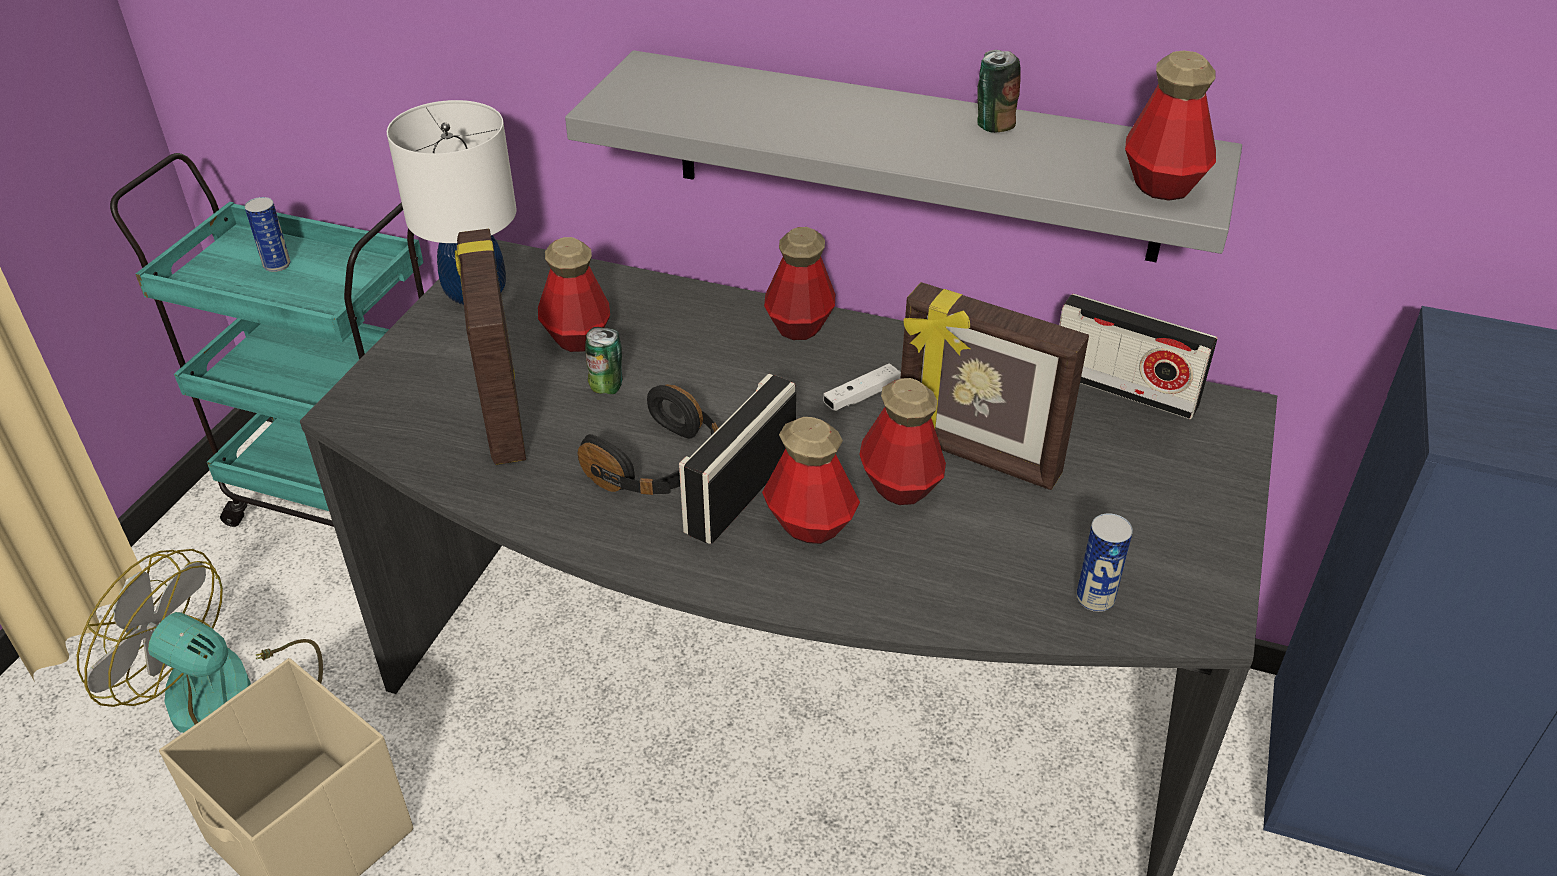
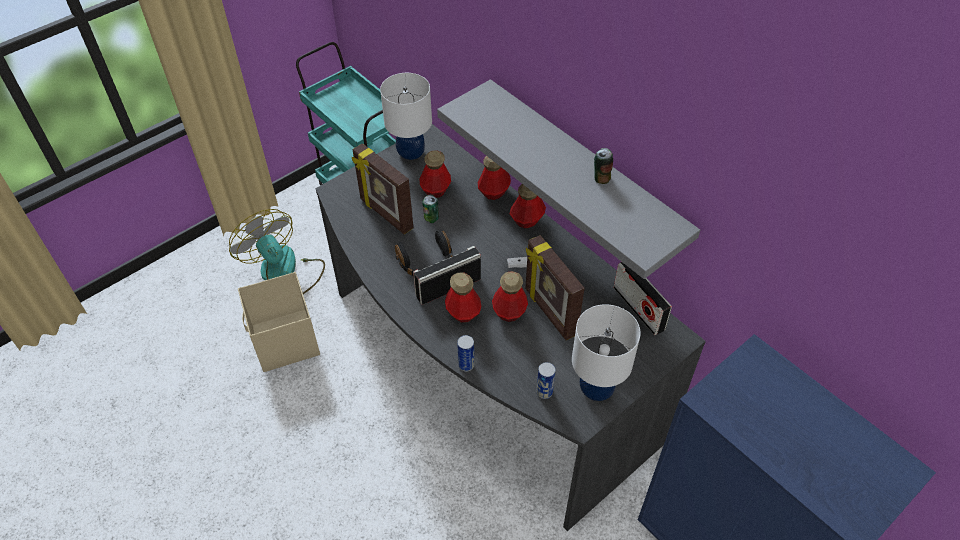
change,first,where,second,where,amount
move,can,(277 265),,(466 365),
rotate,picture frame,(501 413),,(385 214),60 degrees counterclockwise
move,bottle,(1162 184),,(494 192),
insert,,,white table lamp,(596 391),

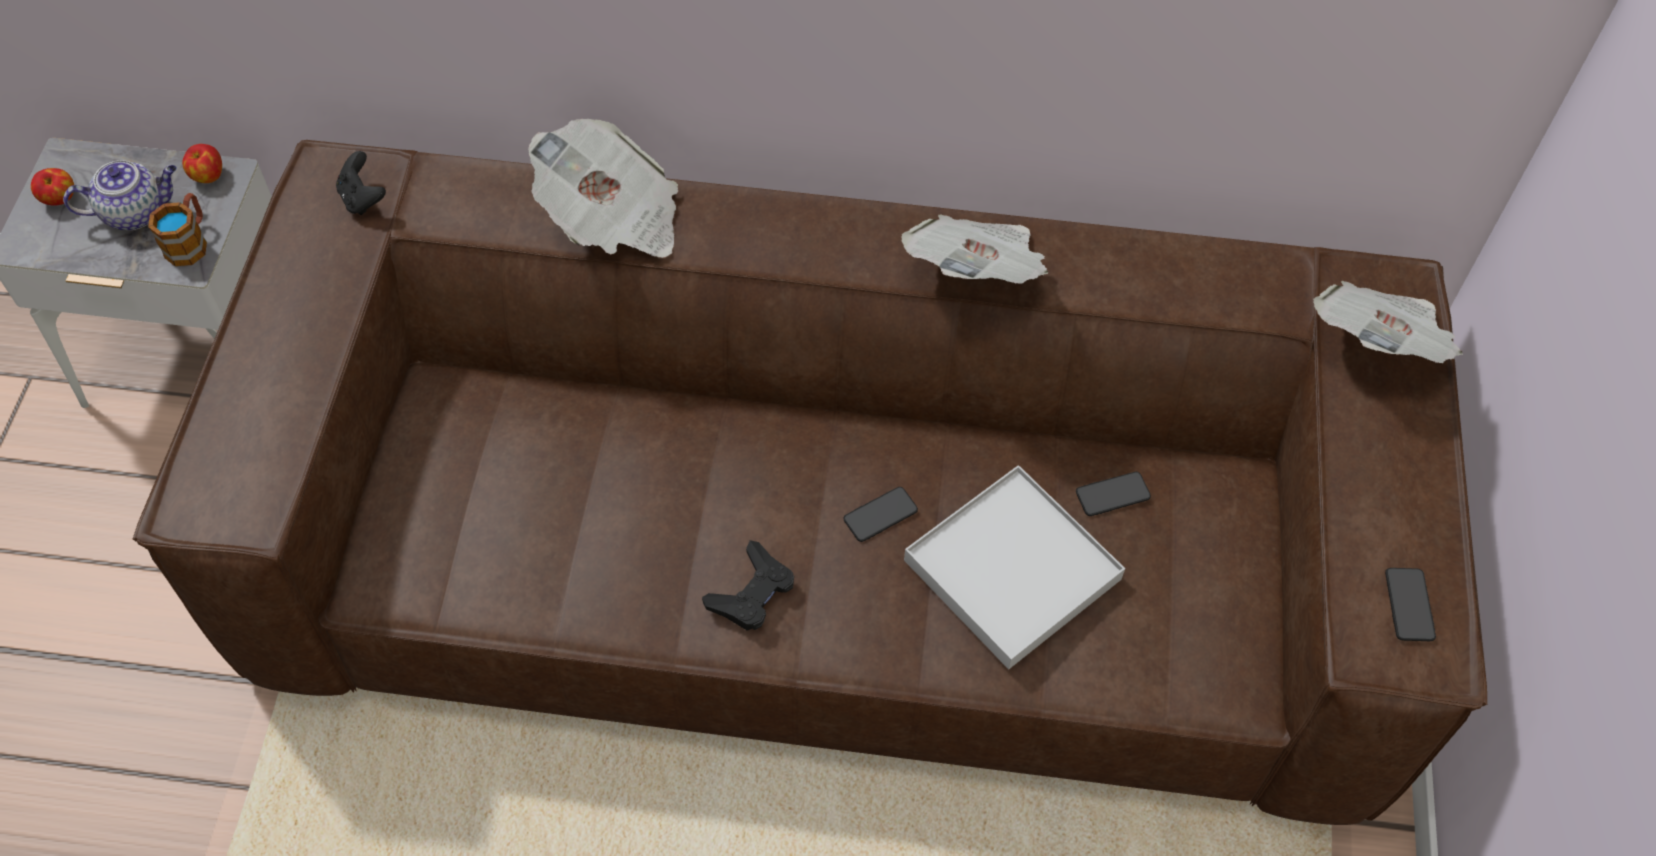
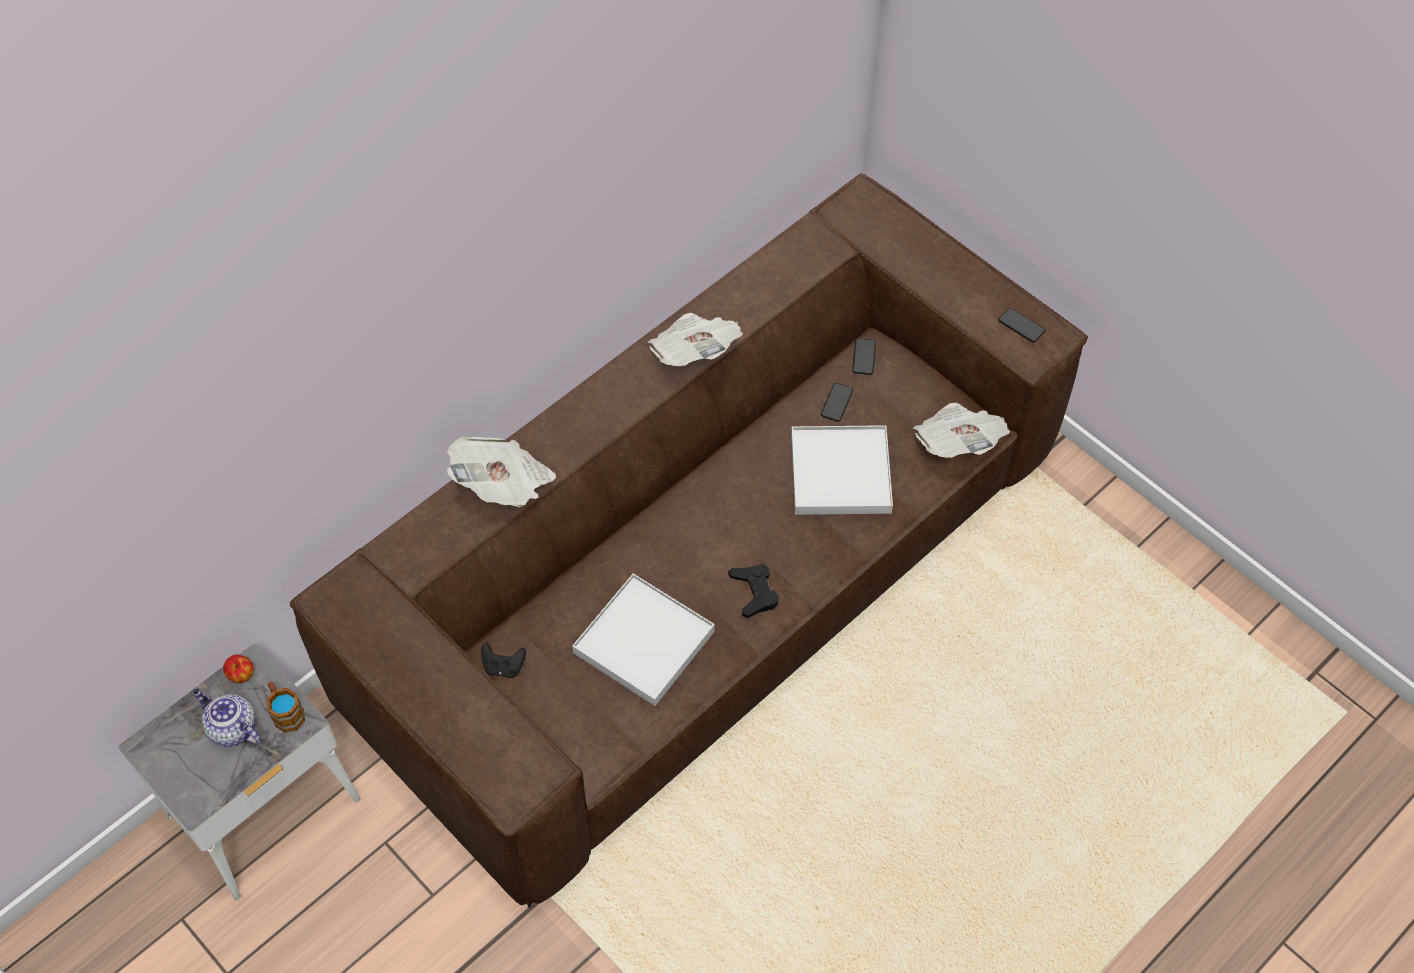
change,first,where,second,where,amount
delete,apple,(60 199),,,
rotate,teapot,(136 212),,(232 728),75 degrees counterclockwise
move,black game controller,(363 199),,(504 667),
move,phone,(880 515),,(864 357),
move,newspaper,(1378 344),,(957 443),
insert,,,white tray,(644 642),

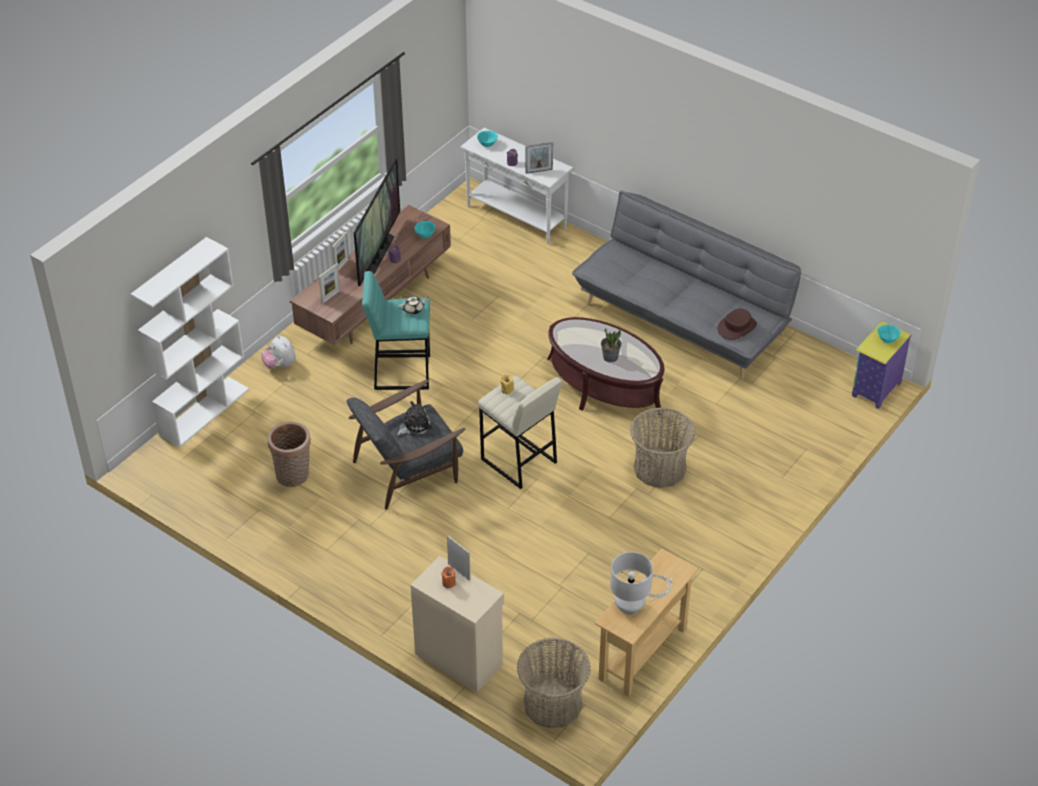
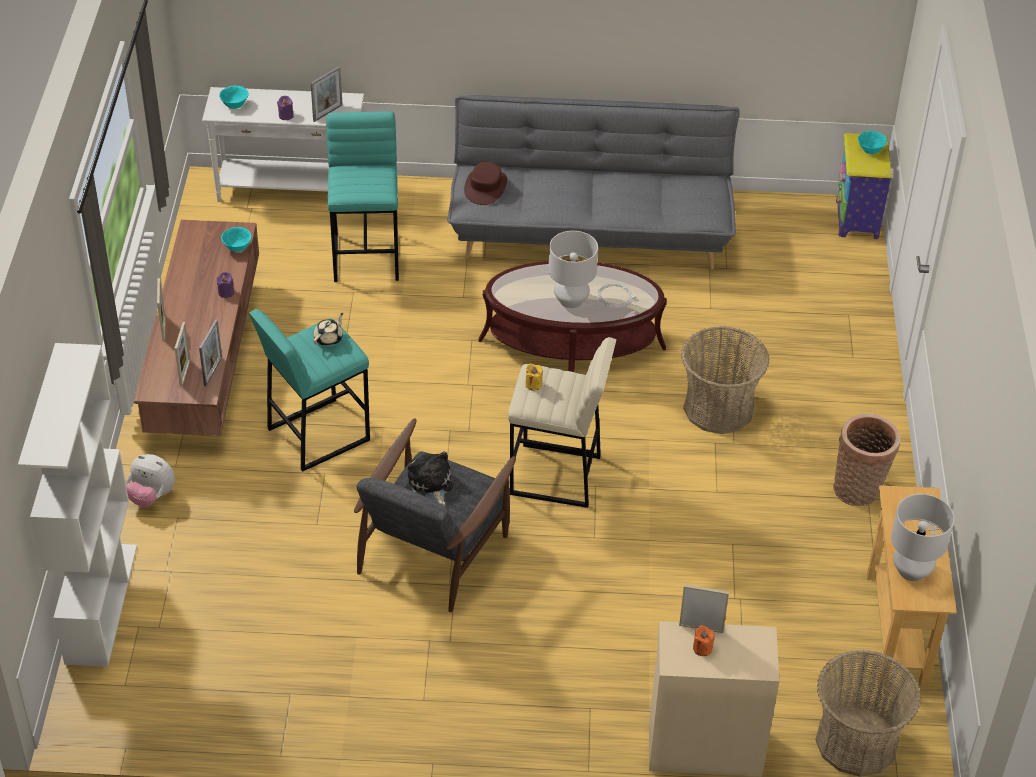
change,first,where,second,where,amount
move,basket,(293 476),,(859 490),
delete,television,(378 254),,,
rotate,plush toy,(414 425),,(431 485),45 degrees counterclockwise
replace,potted plant,(610 357),grey table lamp,(588 298),
move,brown hat,(737 327),,(485 187),
insert,,,picture frame,(213 371),
insert,,,turquoise stool,(366 256),

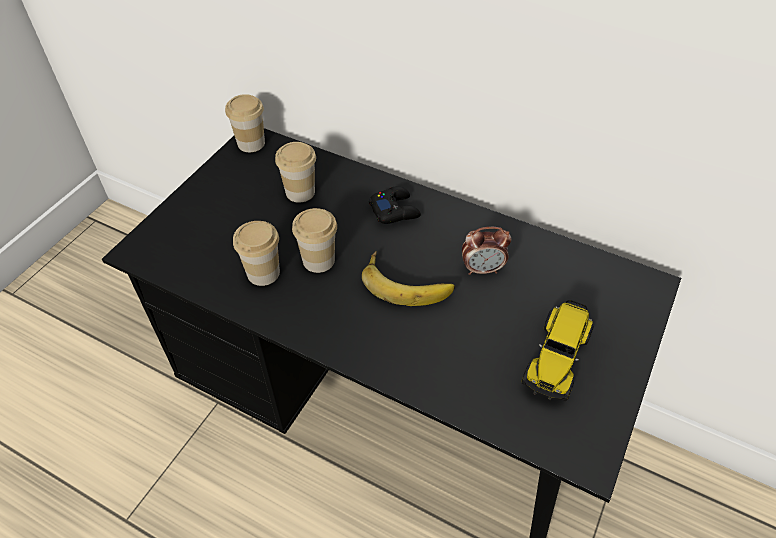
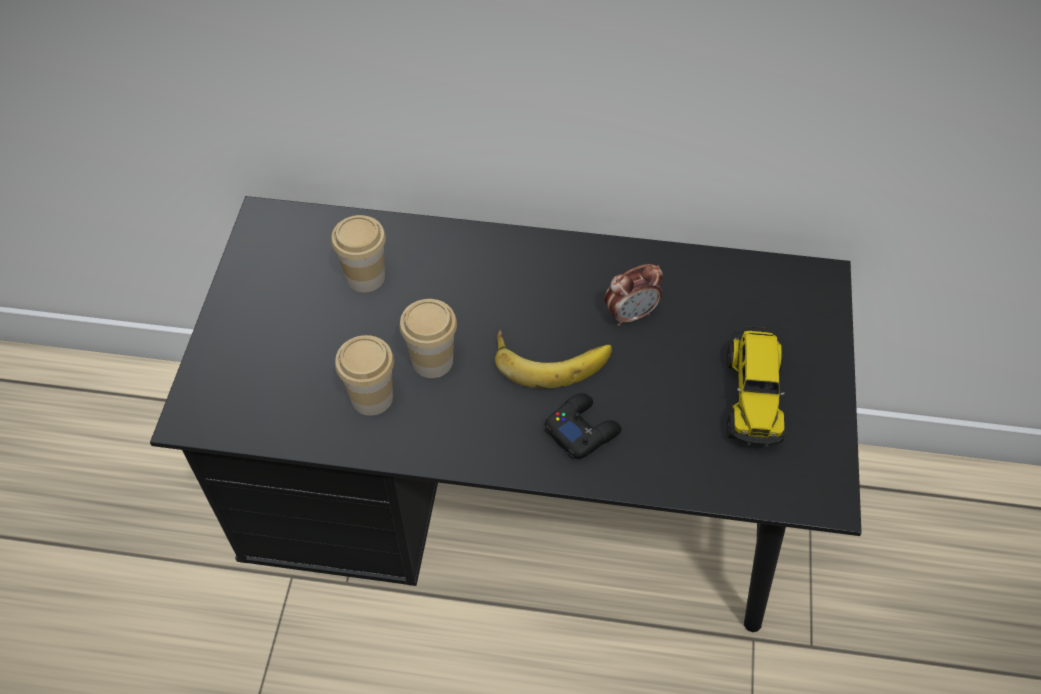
change,first,where,second,where,amount
delete,cup,(251 143),,,
move,black game controller,(395 210),,(582 430),

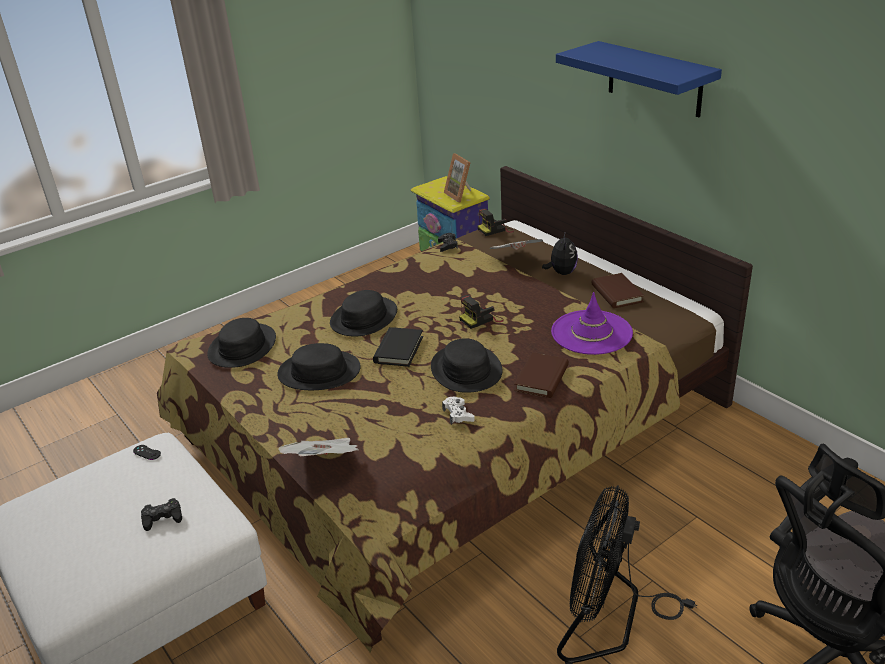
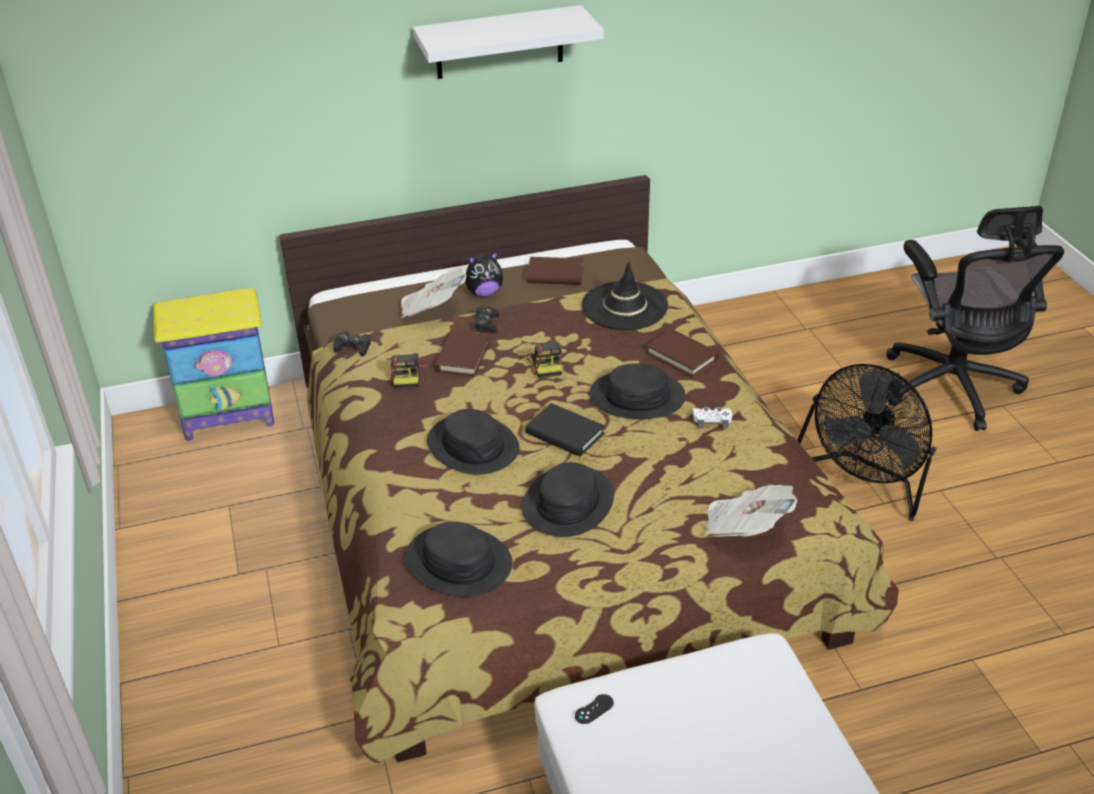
change,first,where,second,where,amount
move,black game controller,(162 518),,(486 324),
delete,picture frame,(461 195),,,
move,photo camera,(495 230),,(407 375),
rotate,plush toy,(561 273),,(484 293),135 degrees clockwise
recolor,purple hat,(591 333),black hat,(624 306),
recolor,blue shelf,(654 79),white shelf,(499 42),
insert,,,brown book,(462 356),

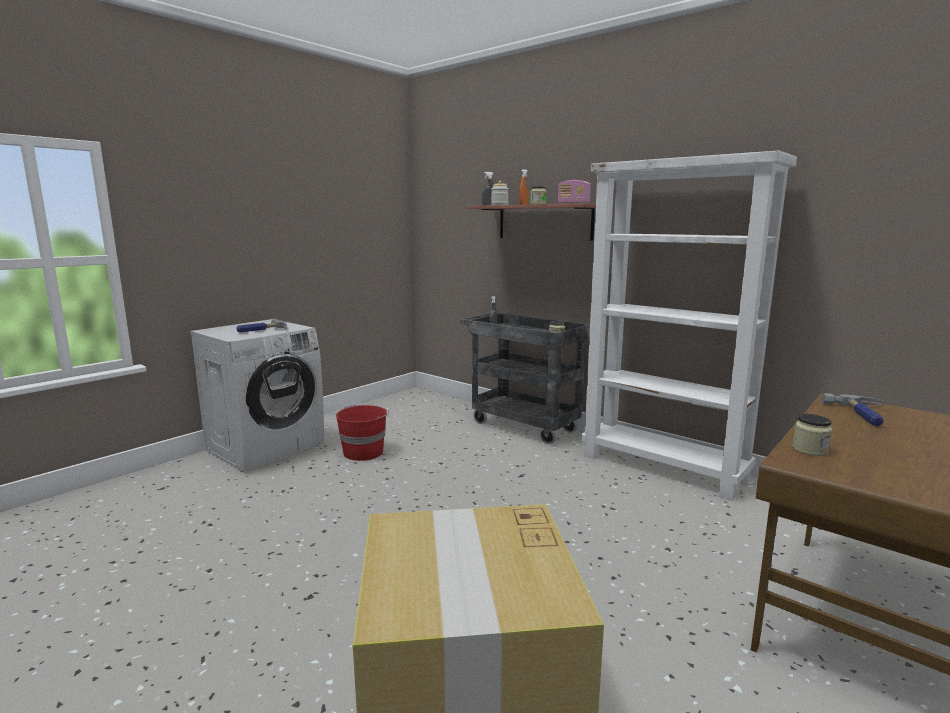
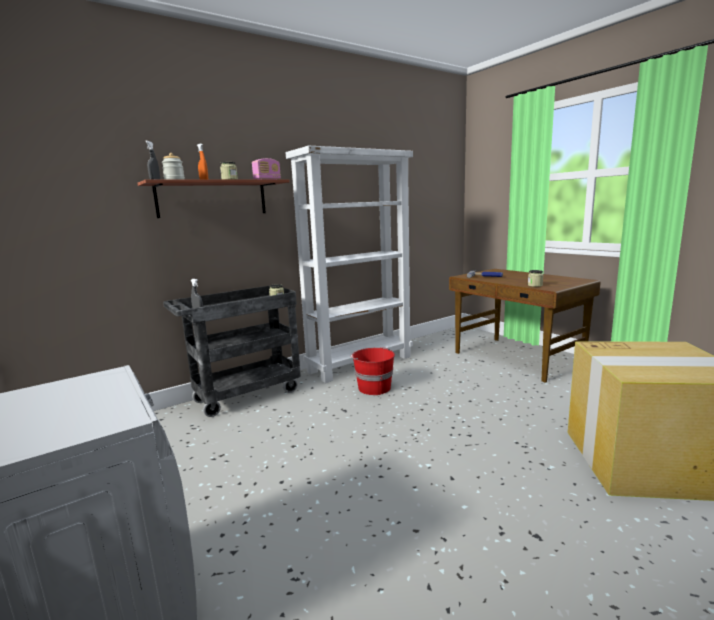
change,first,where,second,where,amount
delete,hammer,(262 330),,,
move,red bucket,(364 452),,(373 388),

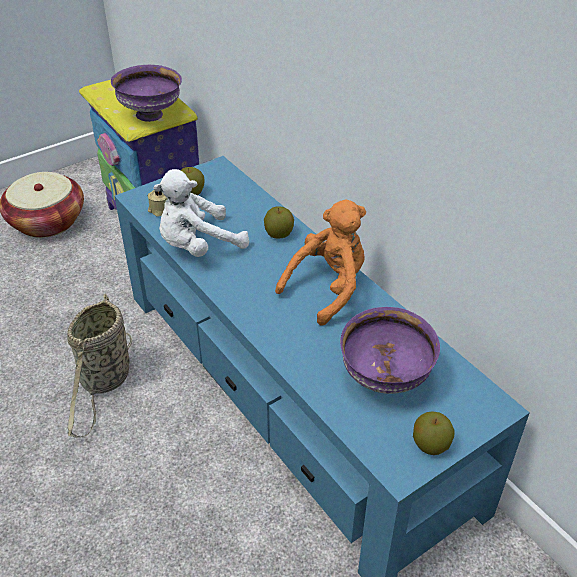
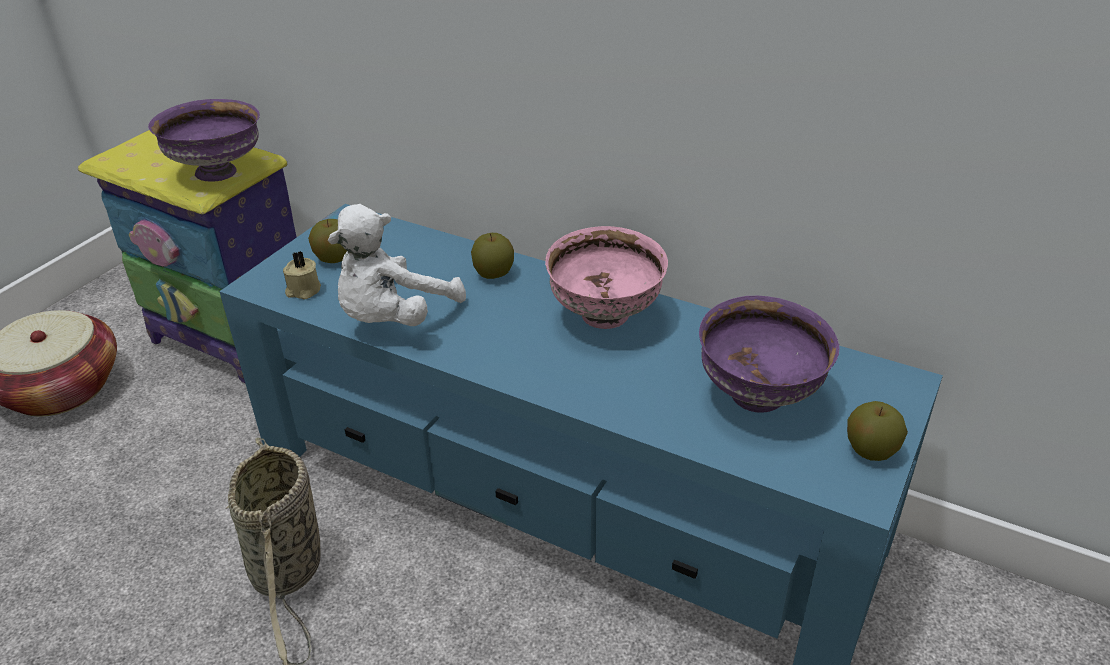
change,first,where,second,where,amount
replace,orange plush toy,(328 288),pink bowl,(606 316),

